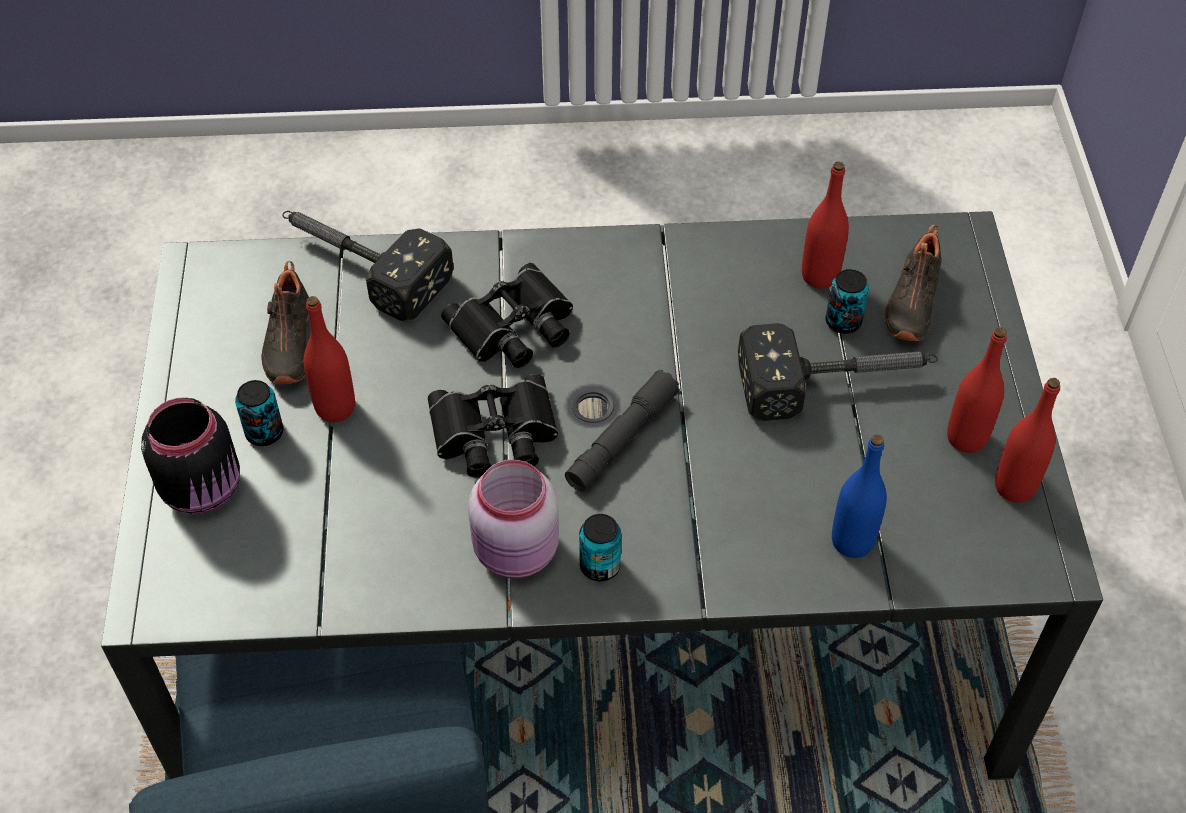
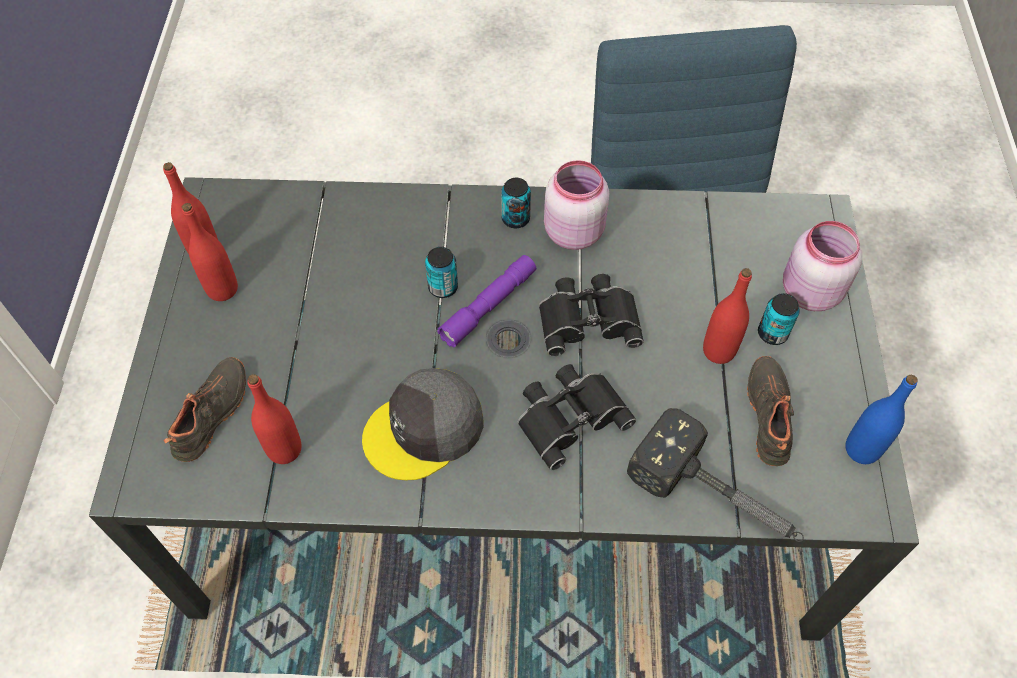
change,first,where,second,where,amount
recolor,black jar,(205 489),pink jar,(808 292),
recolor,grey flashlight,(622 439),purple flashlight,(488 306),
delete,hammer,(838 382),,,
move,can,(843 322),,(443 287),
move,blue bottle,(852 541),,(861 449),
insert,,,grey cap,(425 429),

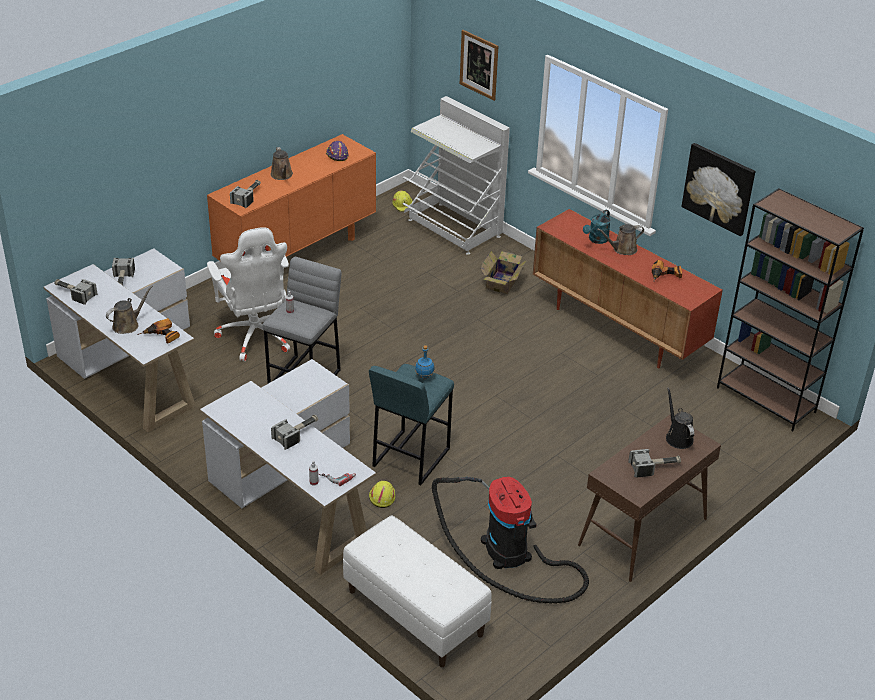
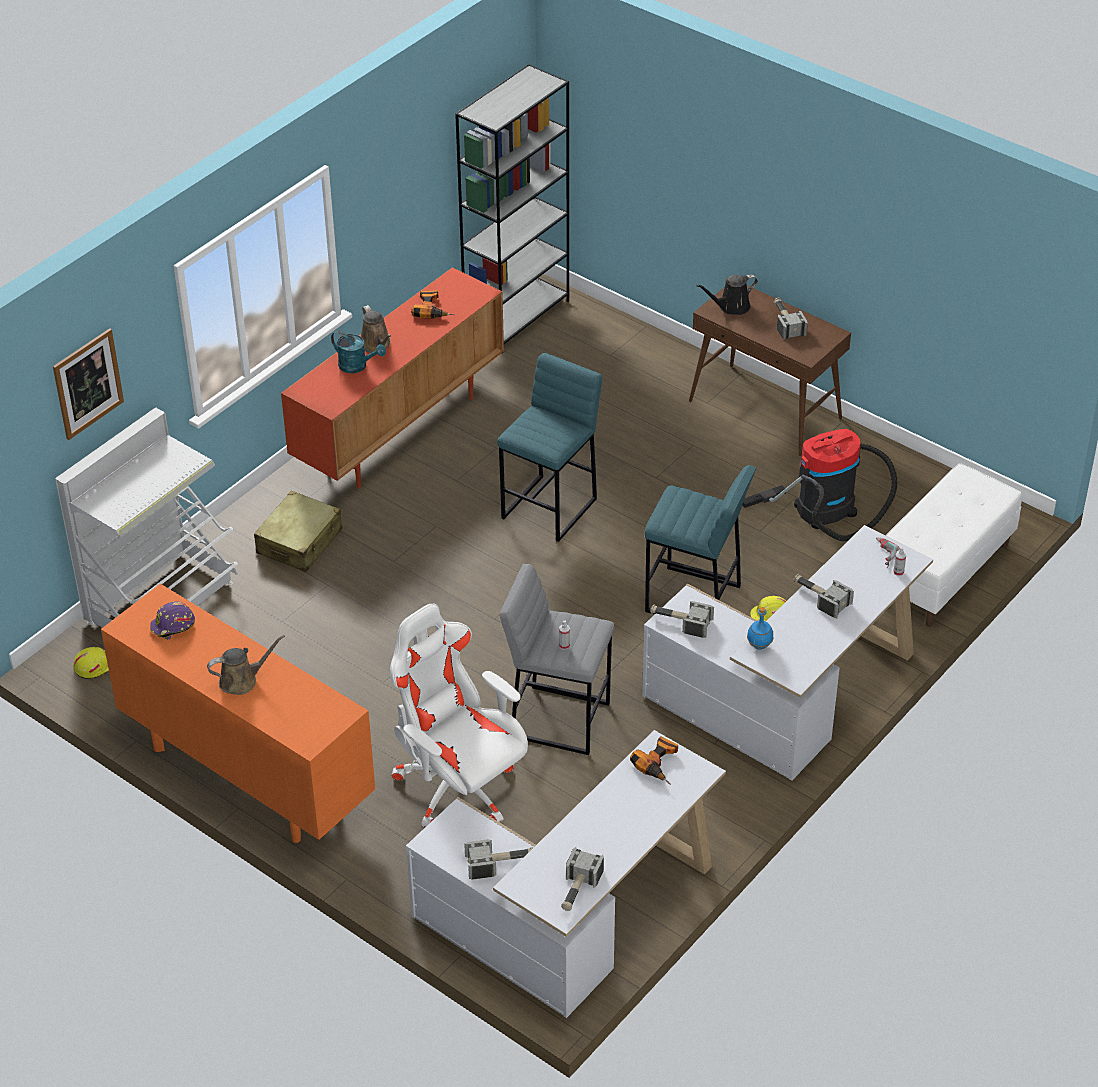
change,first,where,second,where,amount
delete,brown watering can,(128 325),,,
rotate,white office chair,(253 332),,(461 792),105 degrees counterclockwise
move,hammer,(248 196),,(680 622),
move,blue bottle,(424 377),,(759 646),
replace,cardboard box,(503 282),beige suitcase,(300 542),
delete,picture,(719 188),,,
recolor,brown bookcase,(766 400),grey bookcase,(517 317),
insert,,,turquoise stool,(550 507),

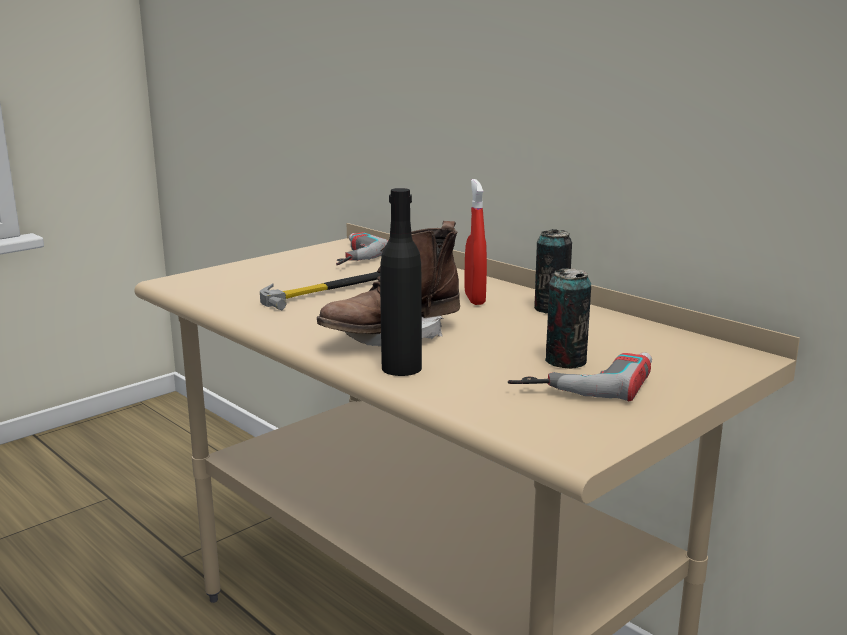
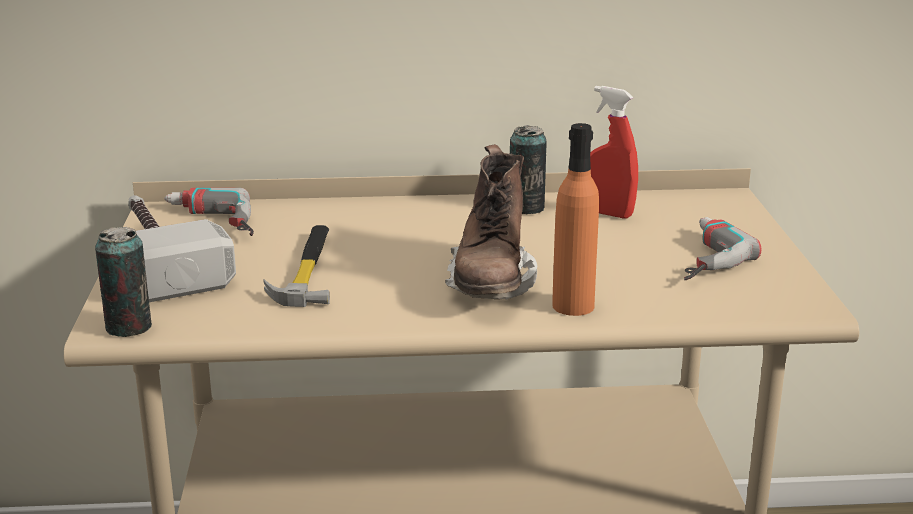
change,first,where,second,where,amount
recolor,black bottle,(401 368),orange bottle,(573 306),
move,red spray bottle,(474 299),,(608 213),
move,can,(565 361),,(128 327),
insert,,,hammer,(159 258),

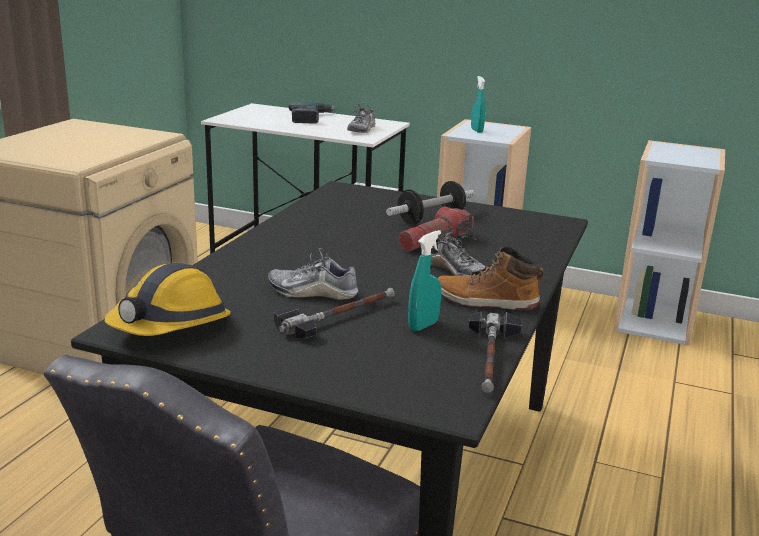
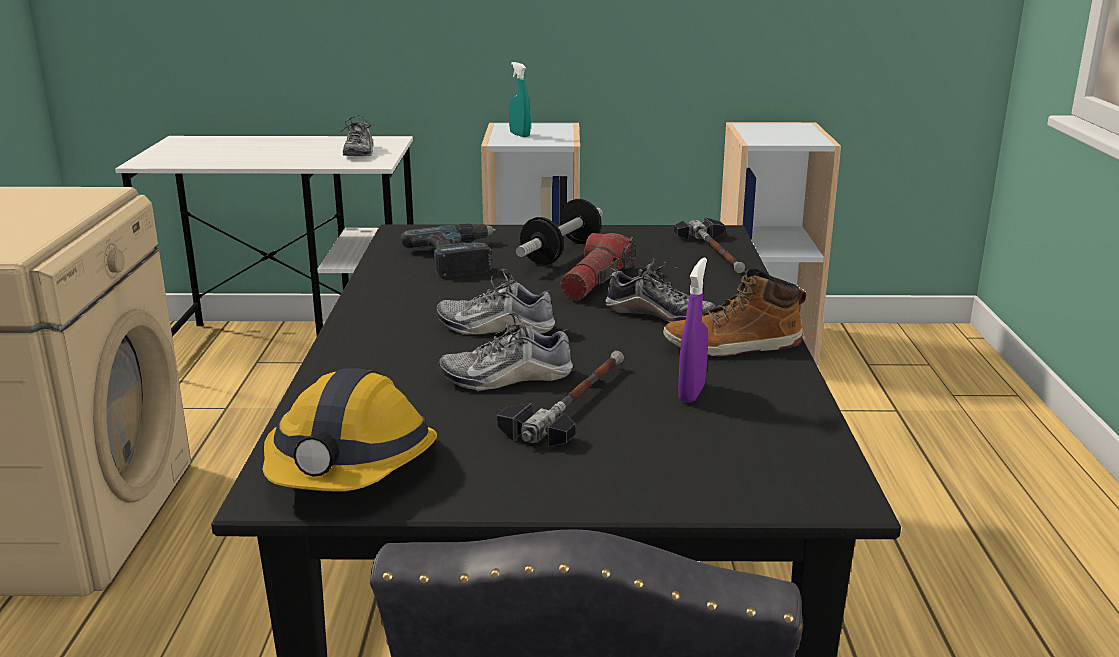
change,first,where,second,where,amount
move,power drill,(311 118),,(460 258),
recolor,turquoise spray bottle,(423 326),purple spray bottle,(691 393),
move,hammer,(492 357),,(716 253),
insert,,,shoe,(495 327),

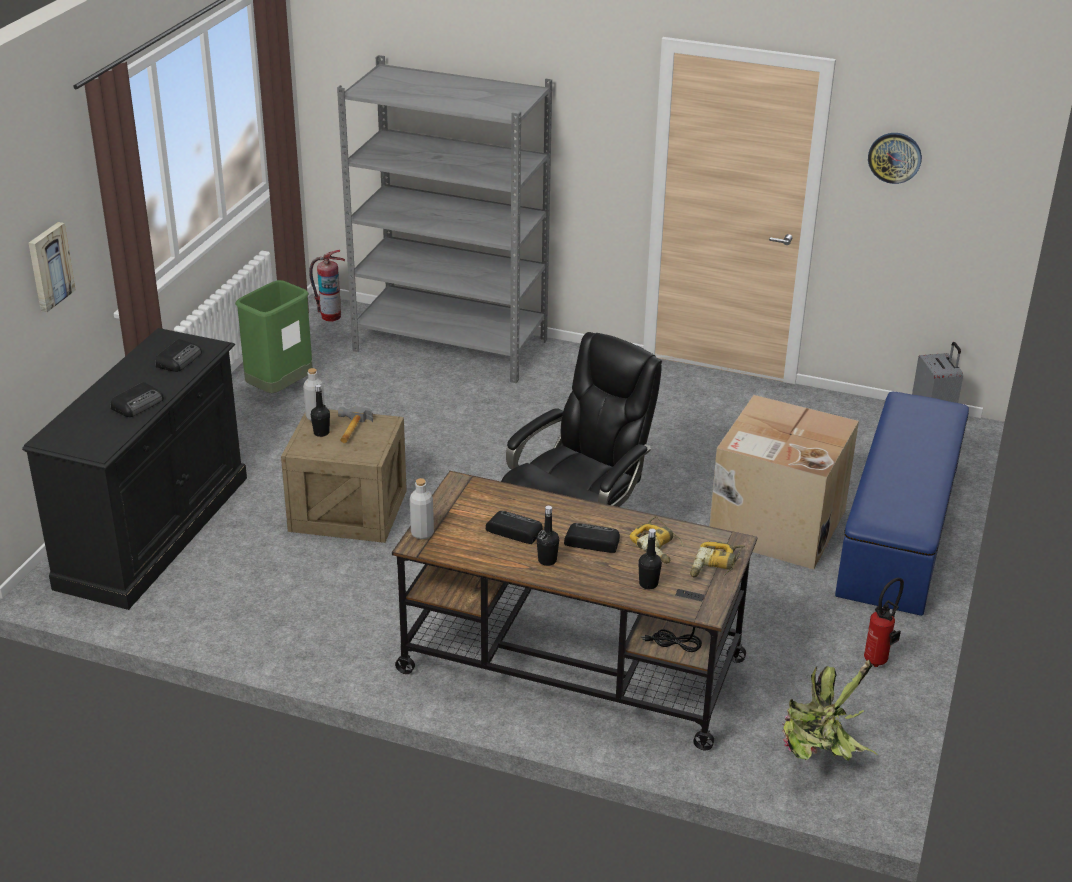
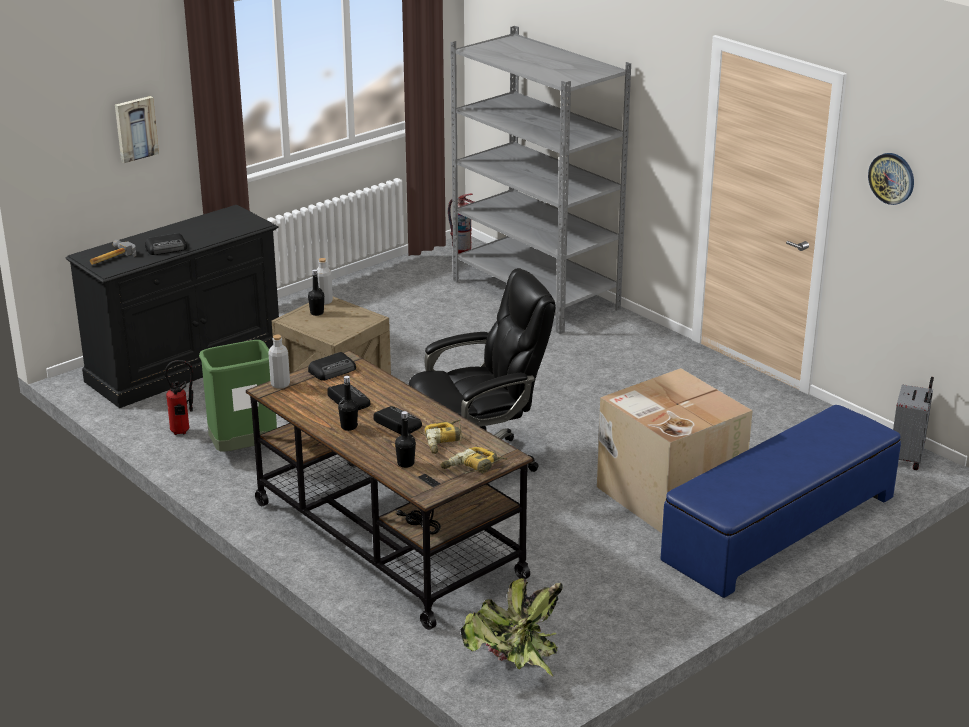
change,first,where,second,where,amount
move,radio,(179 359),,(333 370),
move,green trash can,(280 389),,(244 450),
move,hammer,(349 429),,(110 258),
move,fire extinguisher,(879 660),,(183 432),

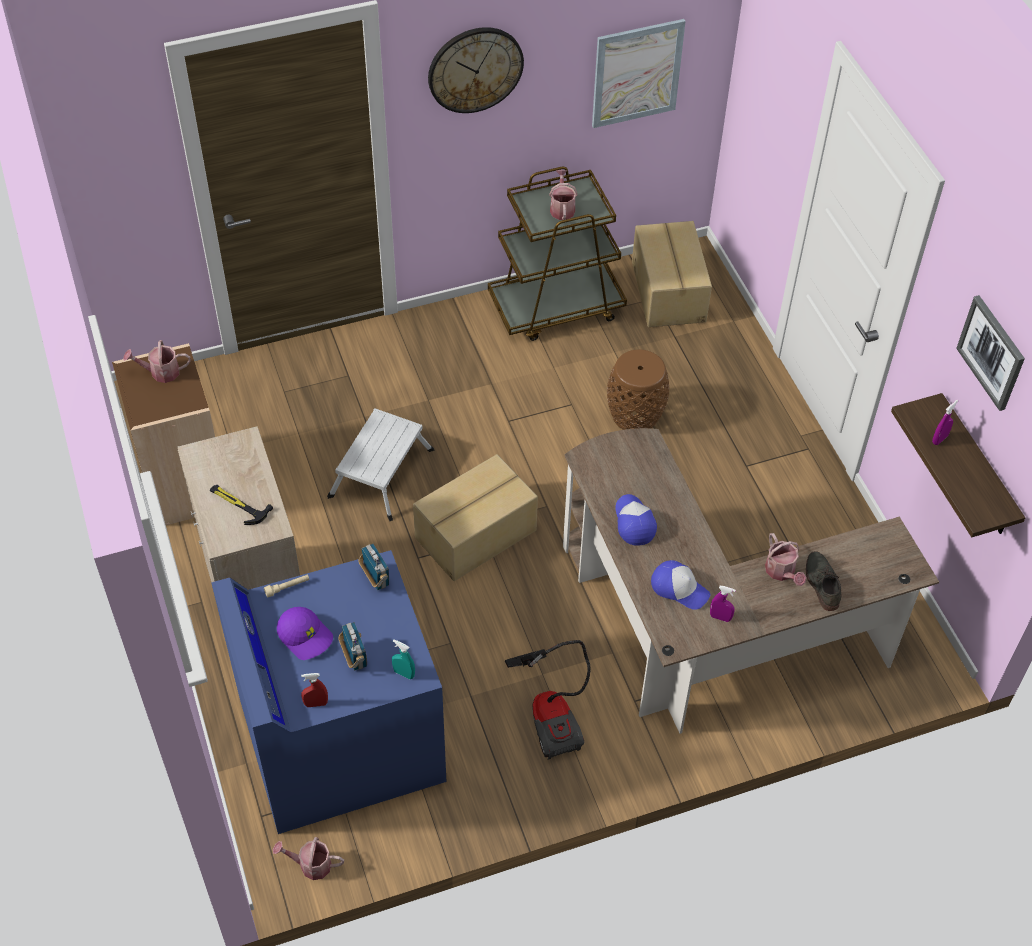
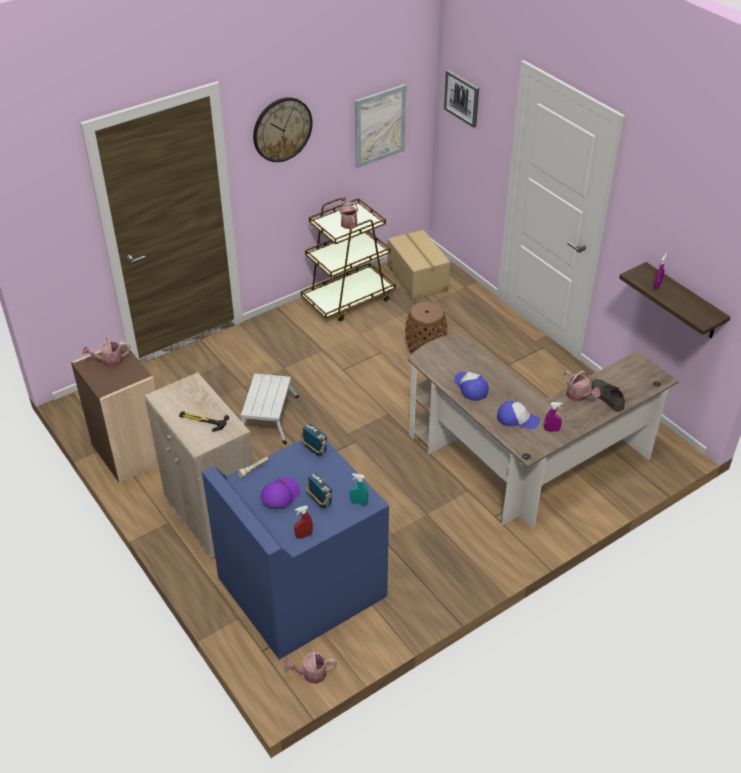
change,first,where,second,where,amount
rotate,purple cap,(306 636),,(279 495),90 degrees counterclockwise
delete,cardboard box,(477 534),,,
delete,vacuum cleaner,(552 714),,,
move,picture,(992 352),,(462 98),

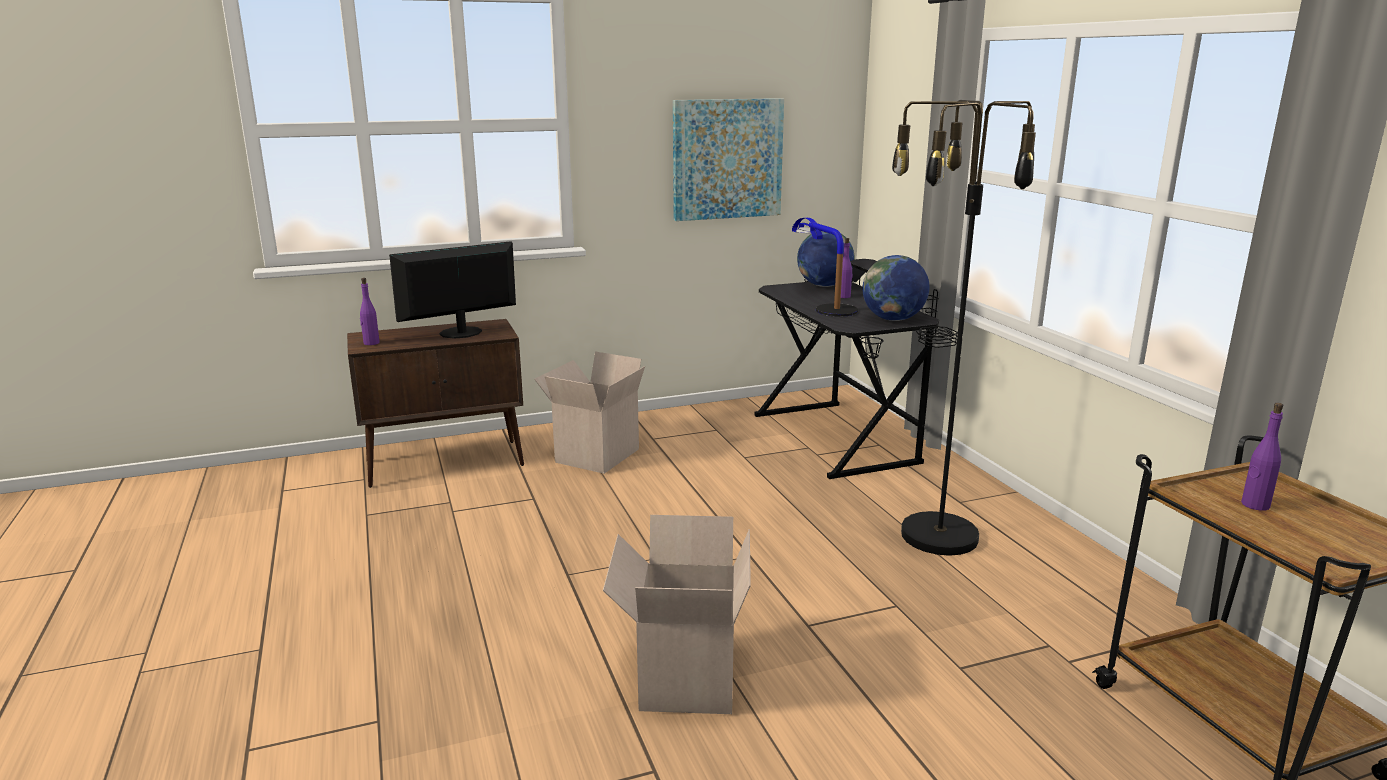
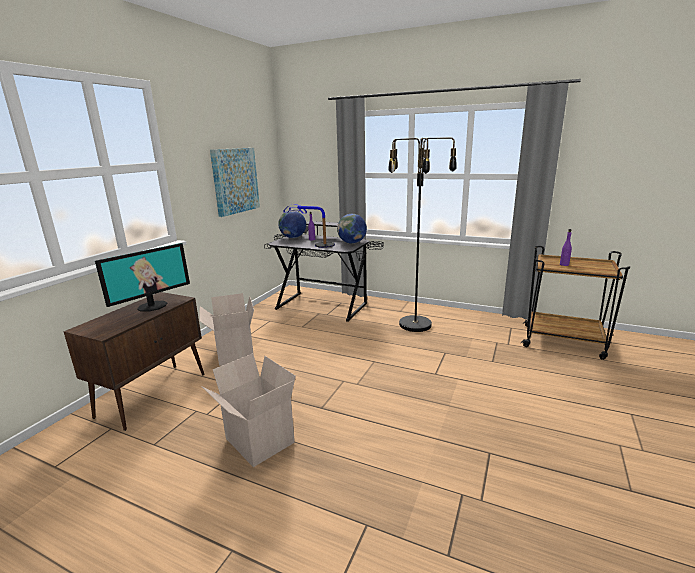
change,first,where,second,where,amount
delete,purple bottle,(371 343),,,
rotate,monitor,(461 333),,(152 306),150 degrees counterclockwise
move,cardboard box,(684 677),,(257 441),

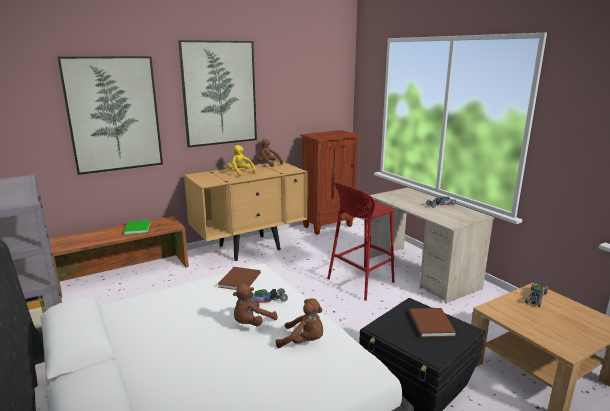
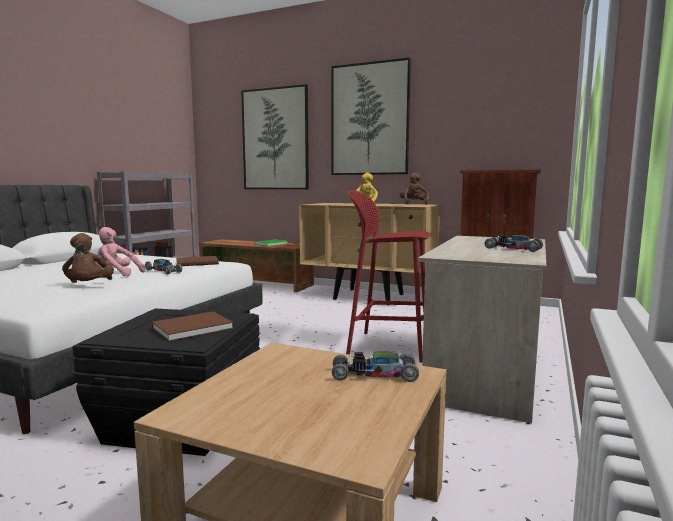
change,first,where,second,where,amount
recolor,brown plush toy,(251 323),pink plush toy,(116 274),

